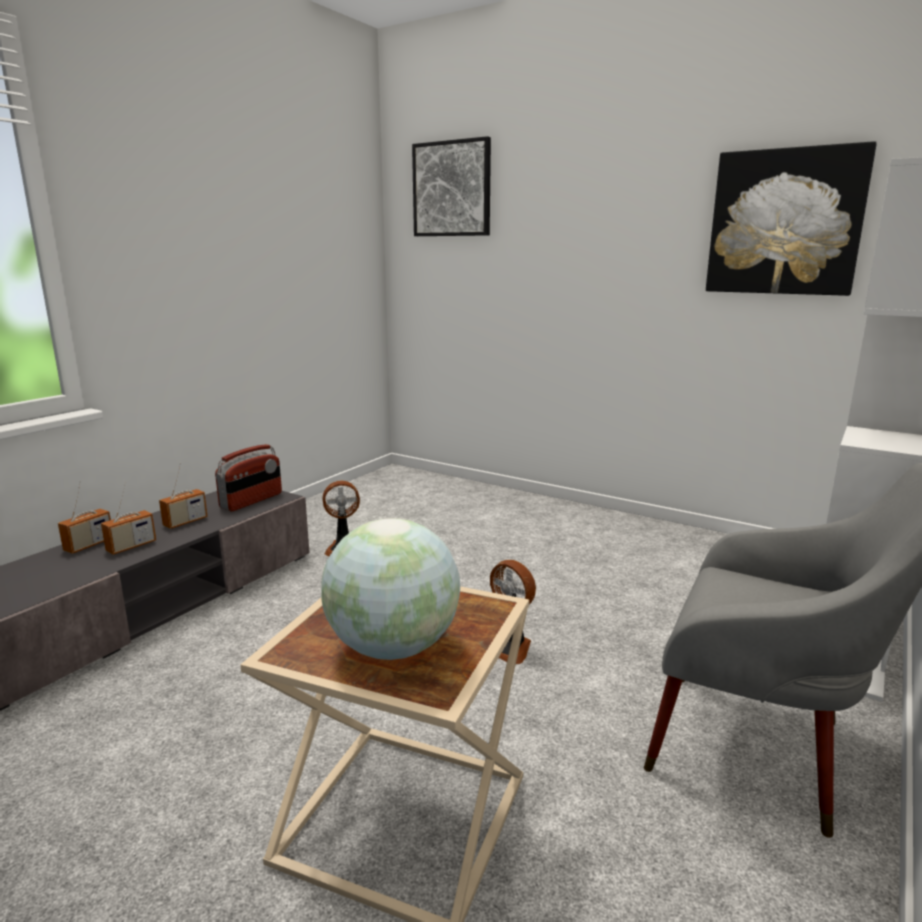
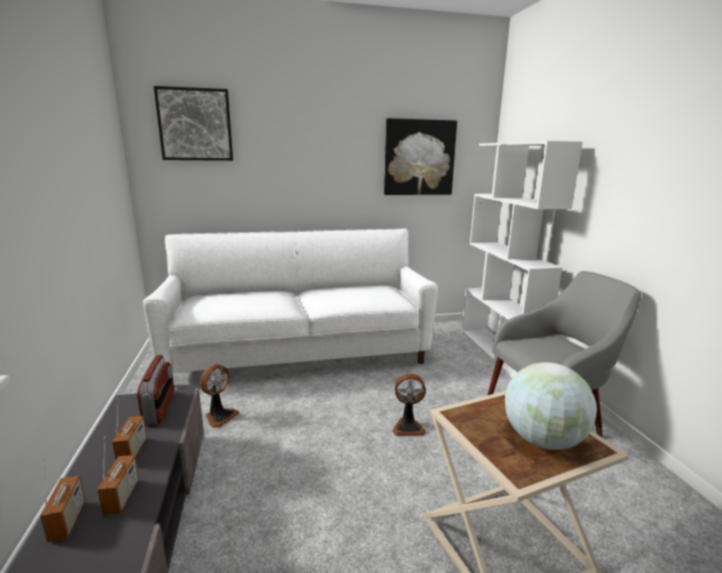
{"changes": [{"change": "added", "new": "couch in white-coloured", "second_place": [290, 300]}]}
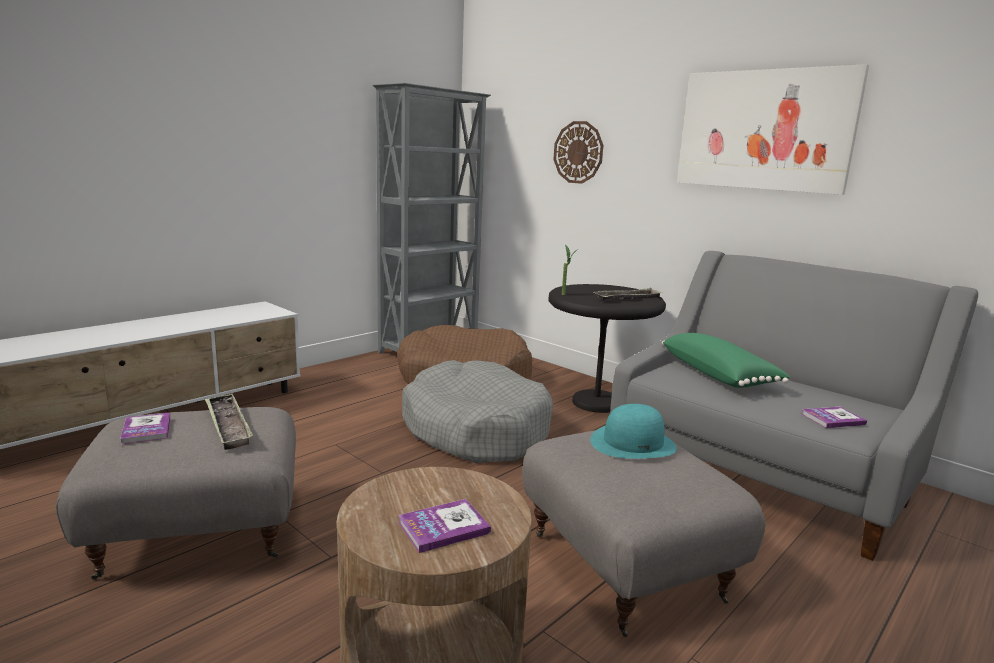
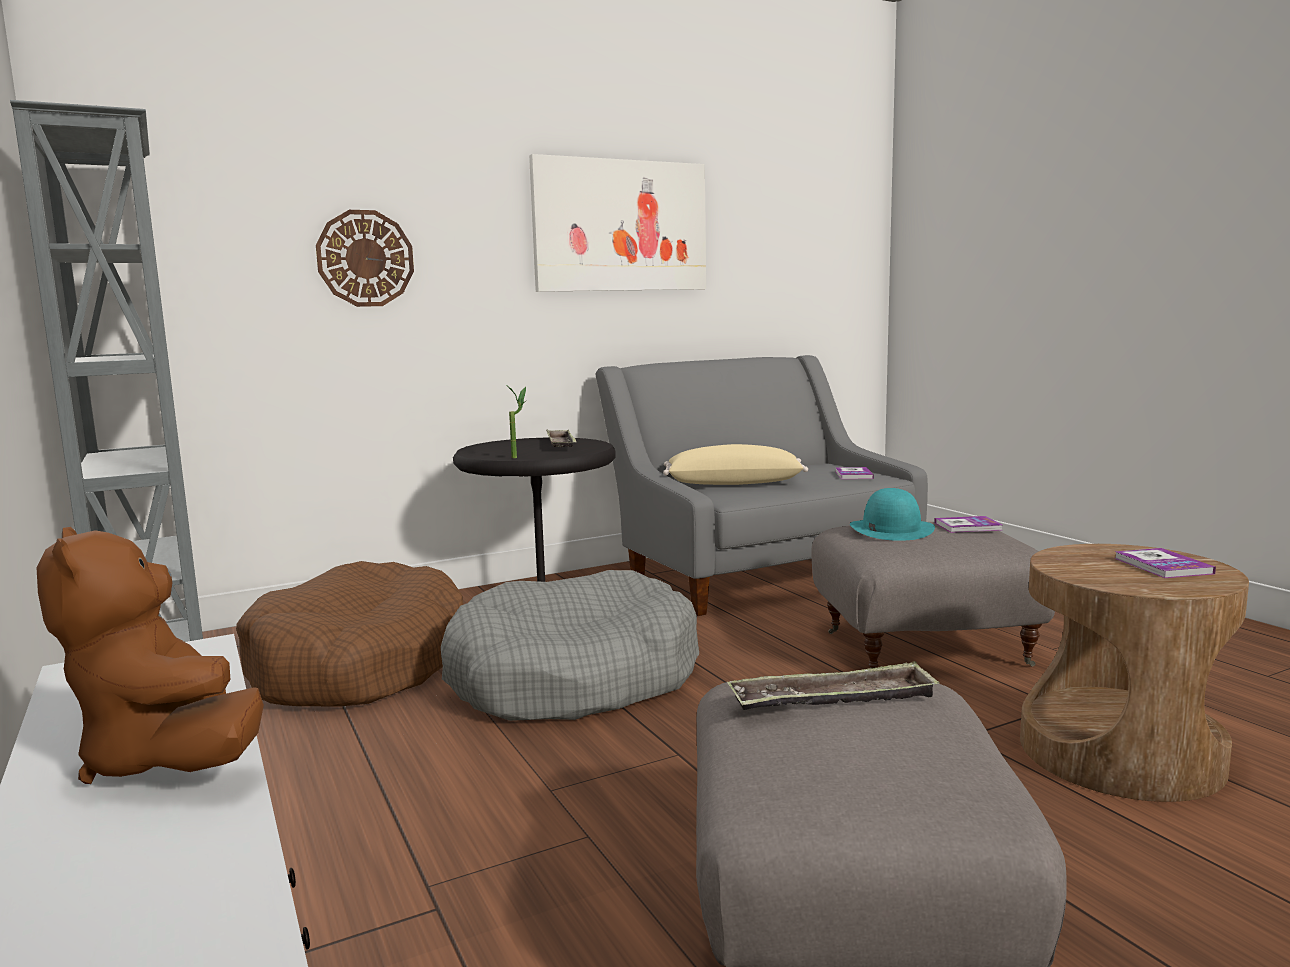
{"changes": [{"change": "recoloured", "old": "cushion in green-coloured", "new": "cushion in beige", "first_place": [726, 360], "second_place": [735, 464]}, {"change": "moved", "old": "book", "first_place": [145, 428], "second_place": [968, 524]}, {"change": "added", "new": "plush toy in brown", "second_place": [150, 655]}]}
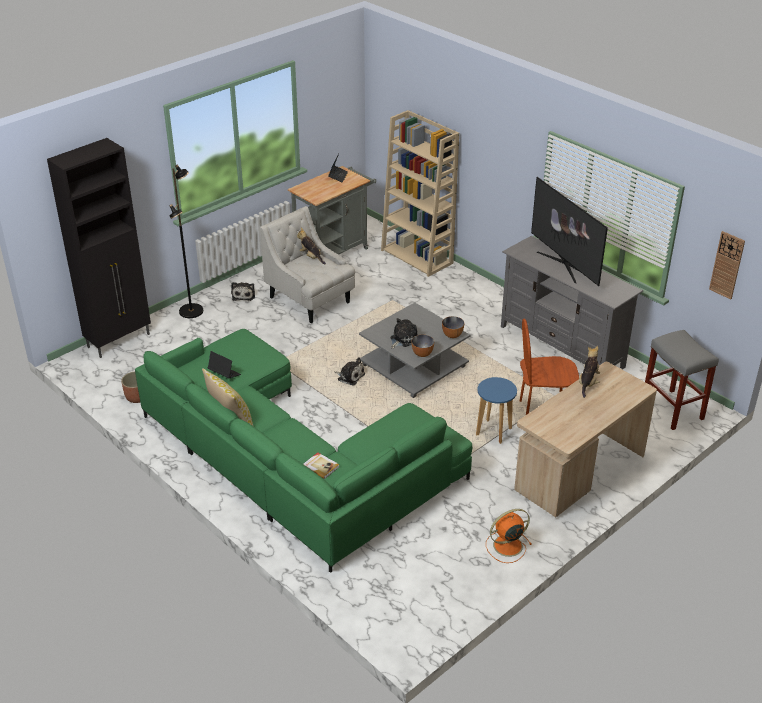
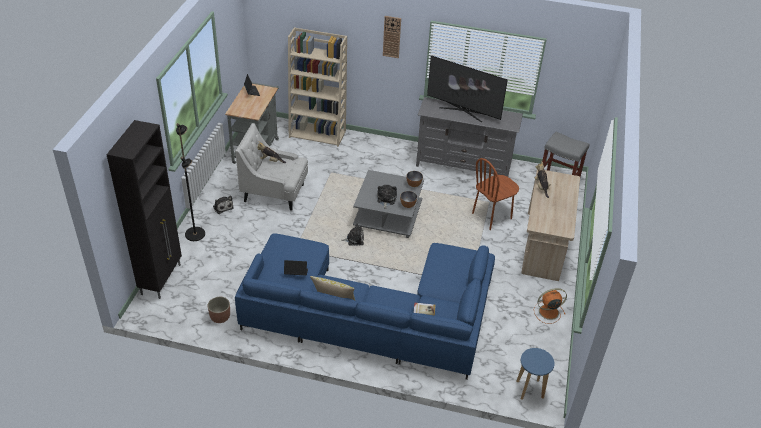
{"changes": [{"change": "moved", "old": "clock on the wall", "first_place": [727, 265], "second_place": [392, 37]}, {"change": "recoloured", "old": "couch in green-coloured", "new": "couch in blue-coloured", "first_place": [303, 451], "second_place": [365, 306]}, {"change": "moved", "old": "stool seat in blue-coloured", "first_place": [496, 410], "second_place": [535, 374]}, {"change": "turned", "old": "cooling fan in orange-coloured", "first_place": [509, 536], "second_place": [550, 306], "degrees": 45}]}
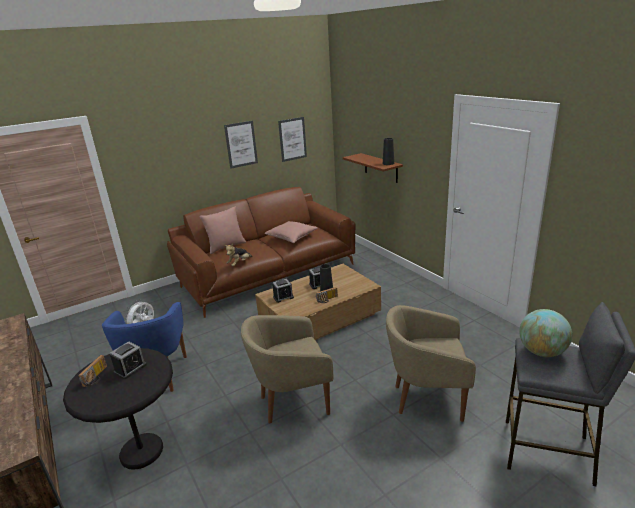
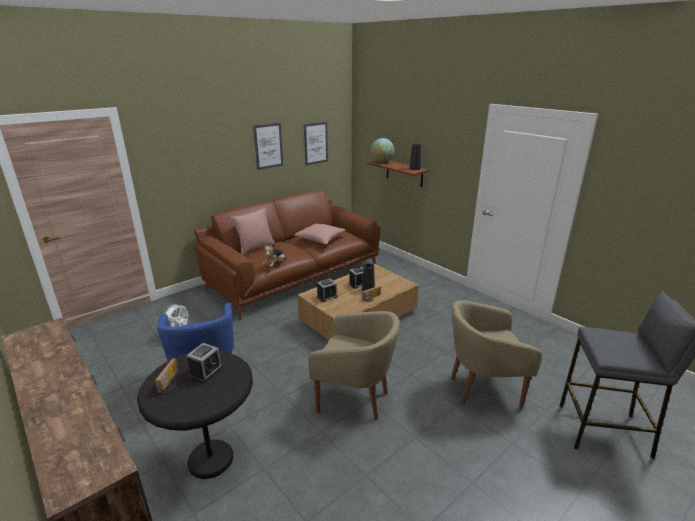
{"changes": [{"change": "moved", "old": "desk globe", "first_place": [545, 333], "second_place": [382, 150]}, {"change": "turned", "old": "easy chair in beige", "first_place": [287, 369], "second_place": [354, 365], "degrees": -135}]}
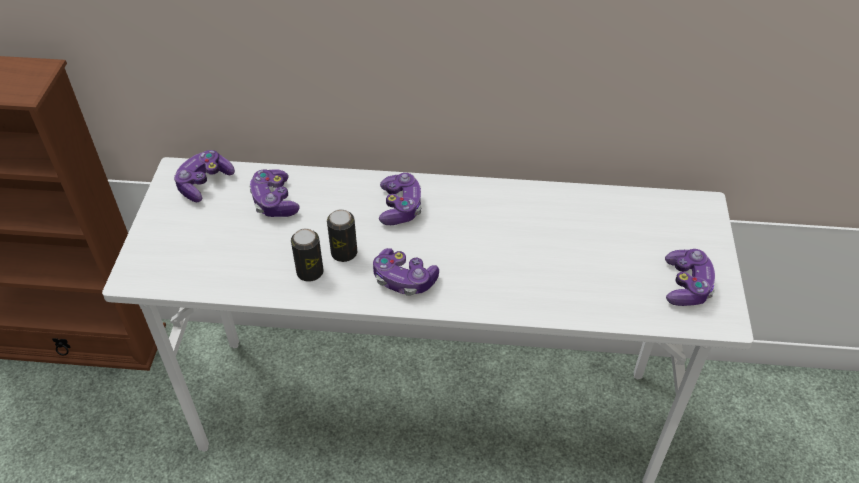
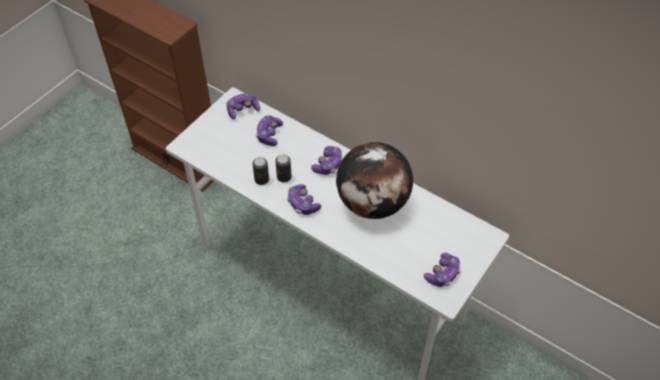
{"changes": [{"change": "added", "new": "desk globe", "second_place": [374, 180]}]}
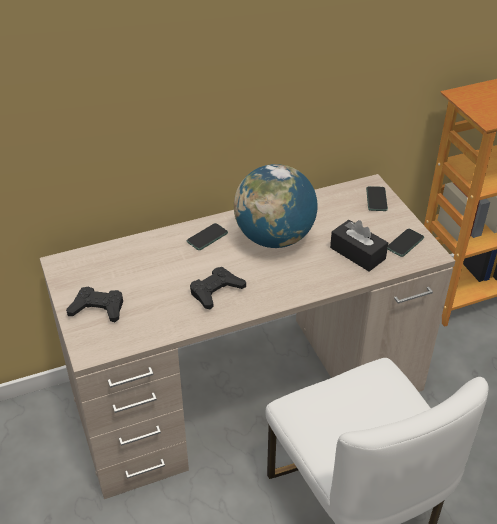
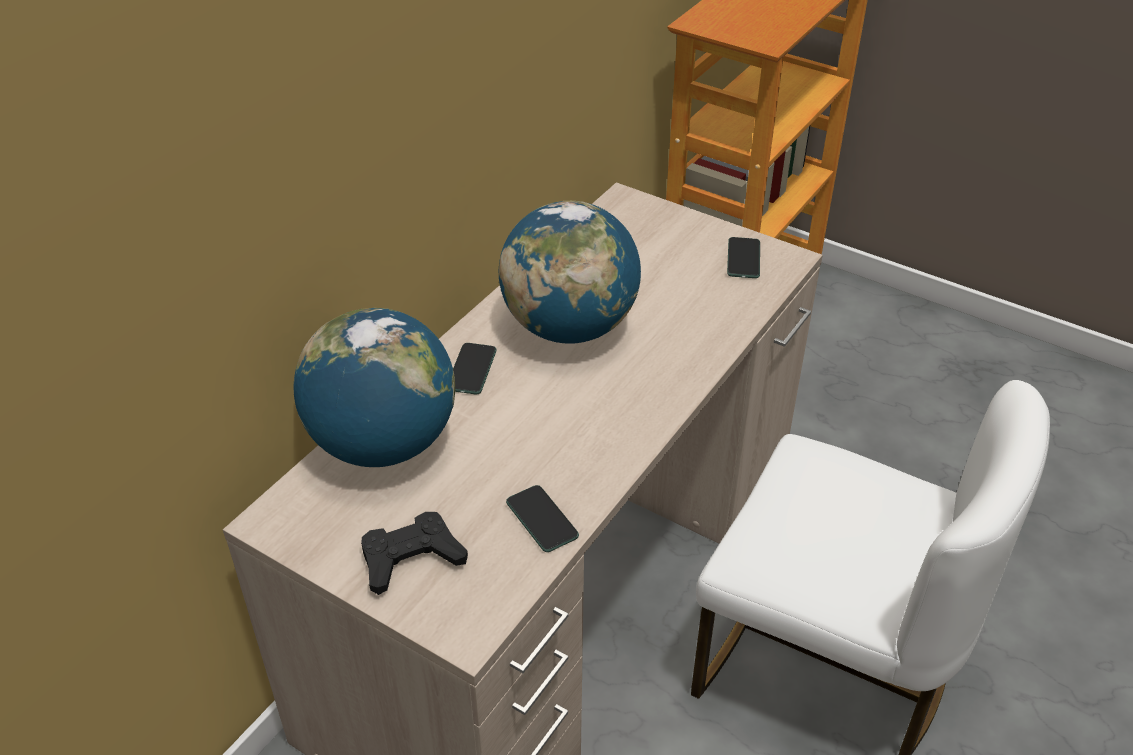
{"changes": [{"change": "moved", "old": "telephone", "first_place": [377, 198], "second_place": [542, 518]}, {"change": "removed", "old": "tissue holder in blackish", "first_place": [359, 246]}, {"change": "removed", "old": "joypad in blackish", "first_place": [218, 288]}, {"change": "added", "new": "desk globe", "second_place": [374, 387]}]}
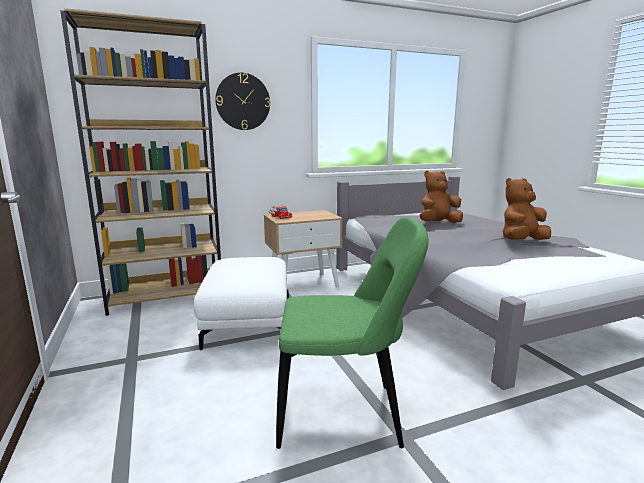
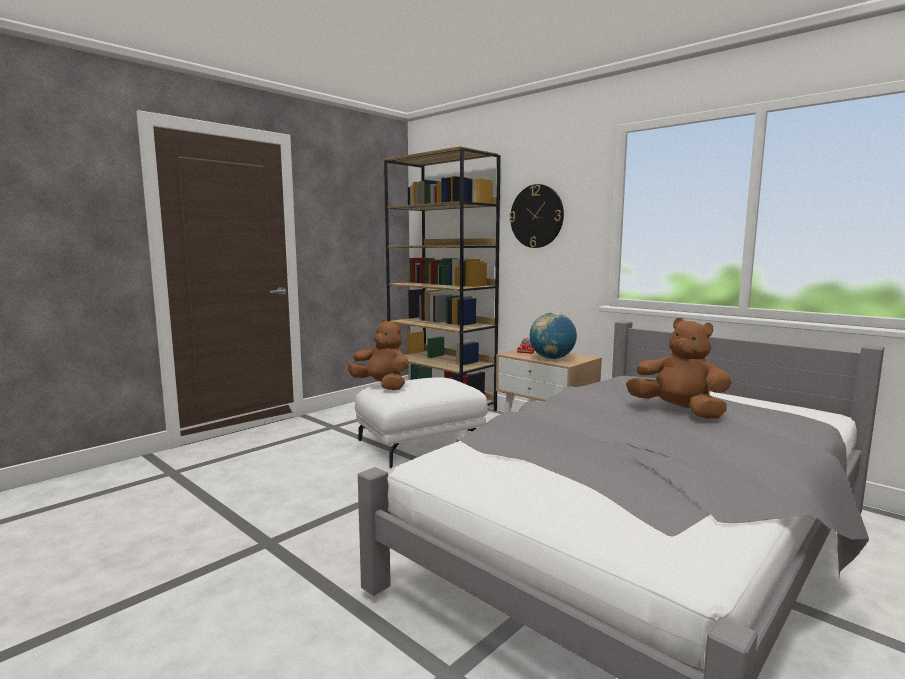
{"changes": [{"change": "moved", "old": "plush toy in brown", "first_place": [527, 209], "second_place": [378, 354]}, {"change": "removed", "old": "plain chair in green-coloured", "first_place": [352, 333]}, {"change": "added", "new": "desk globe", "second_place": [553, 335]}]}
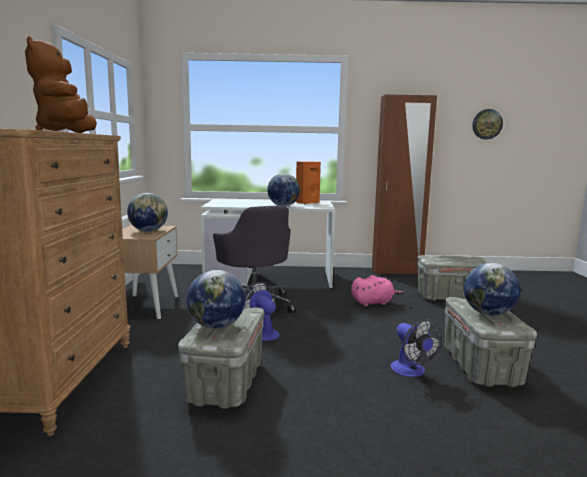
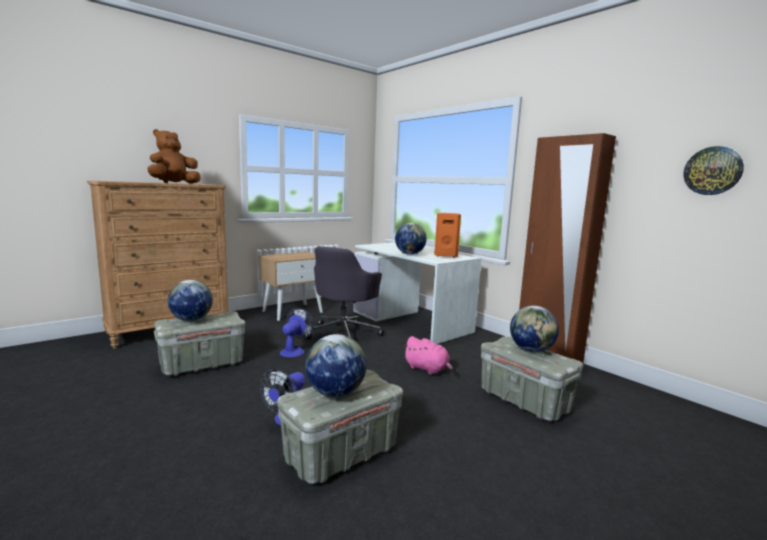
{"changes": [{"change": "moved", "old": "desk globe", "first_place": [147, 212], "second_place": [534, 329]}]}
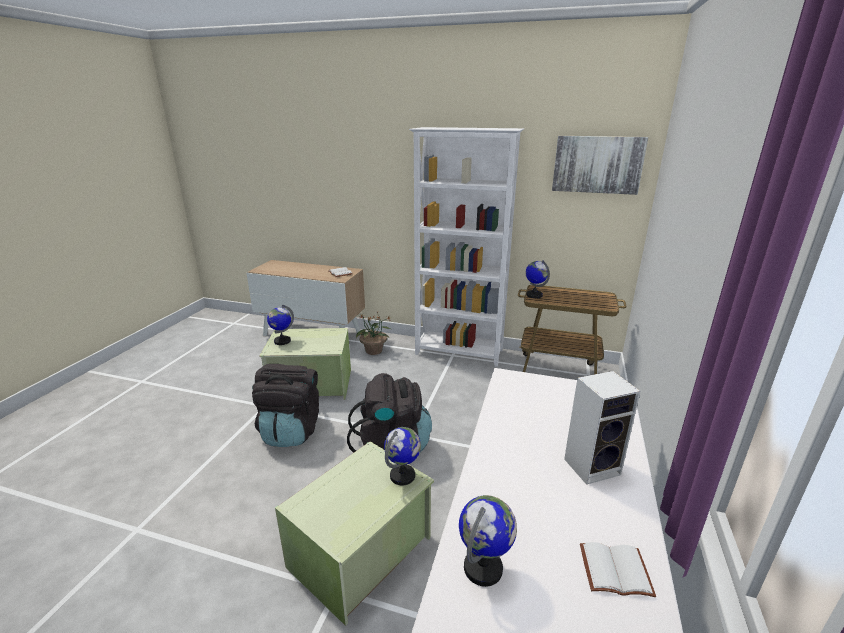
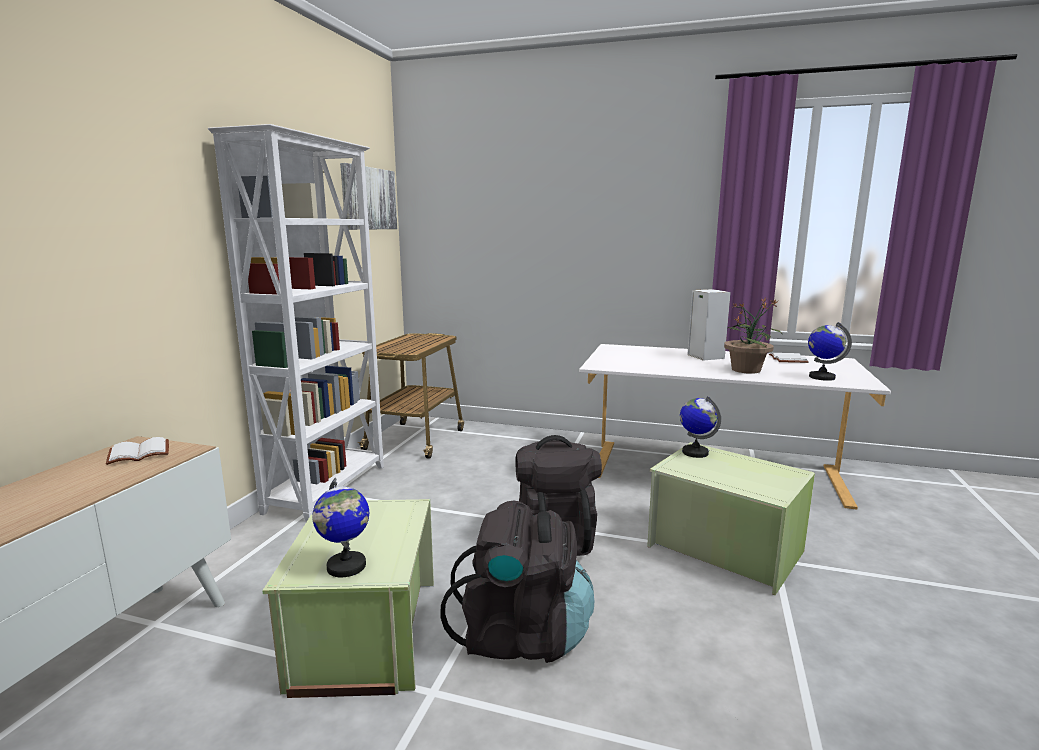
{"changes": [{"change": "removed", "old": "desk globe", "first_place": [537, 279]}, {"change": "moved", "old": "plant in a pot", "first_place": [374, 333], "second_place": [753, 335]}]}
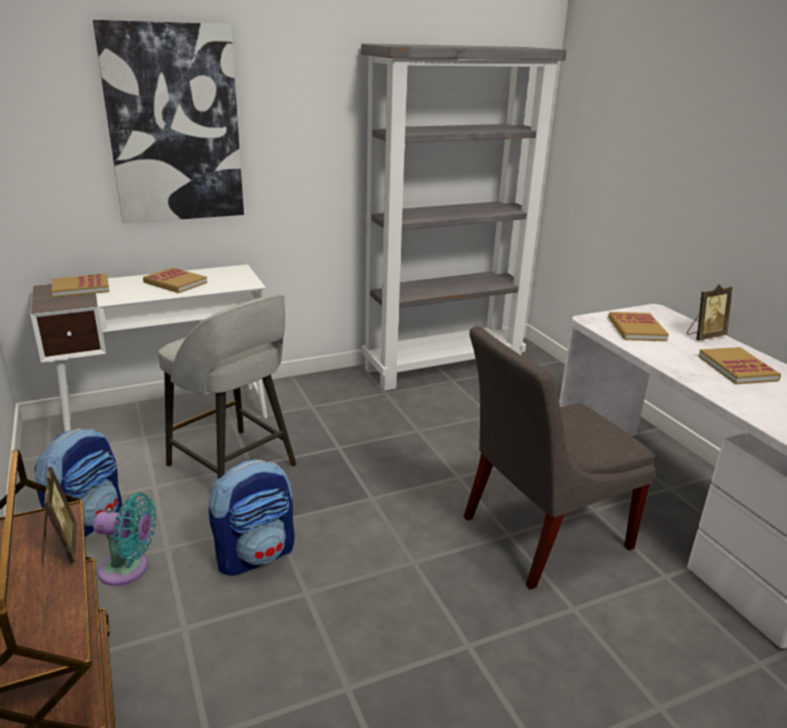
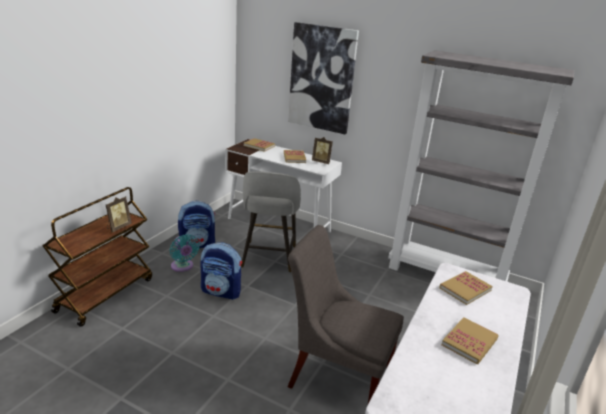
{"changes": [{"change": "moved", "old": "standing frame", "first_place": [710, 312], "second_place": [322, 150]}]}
